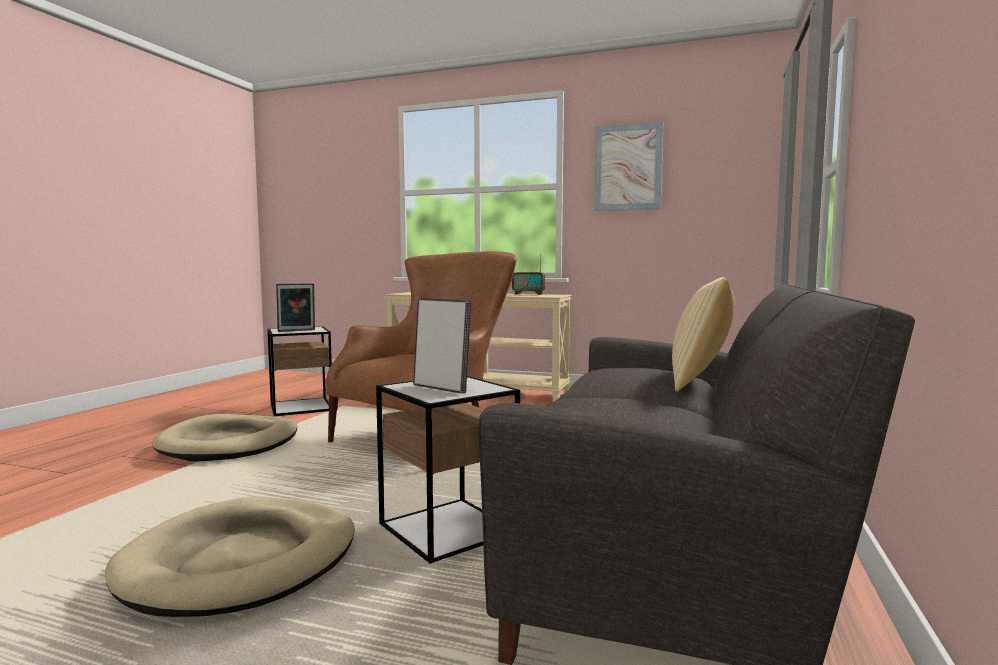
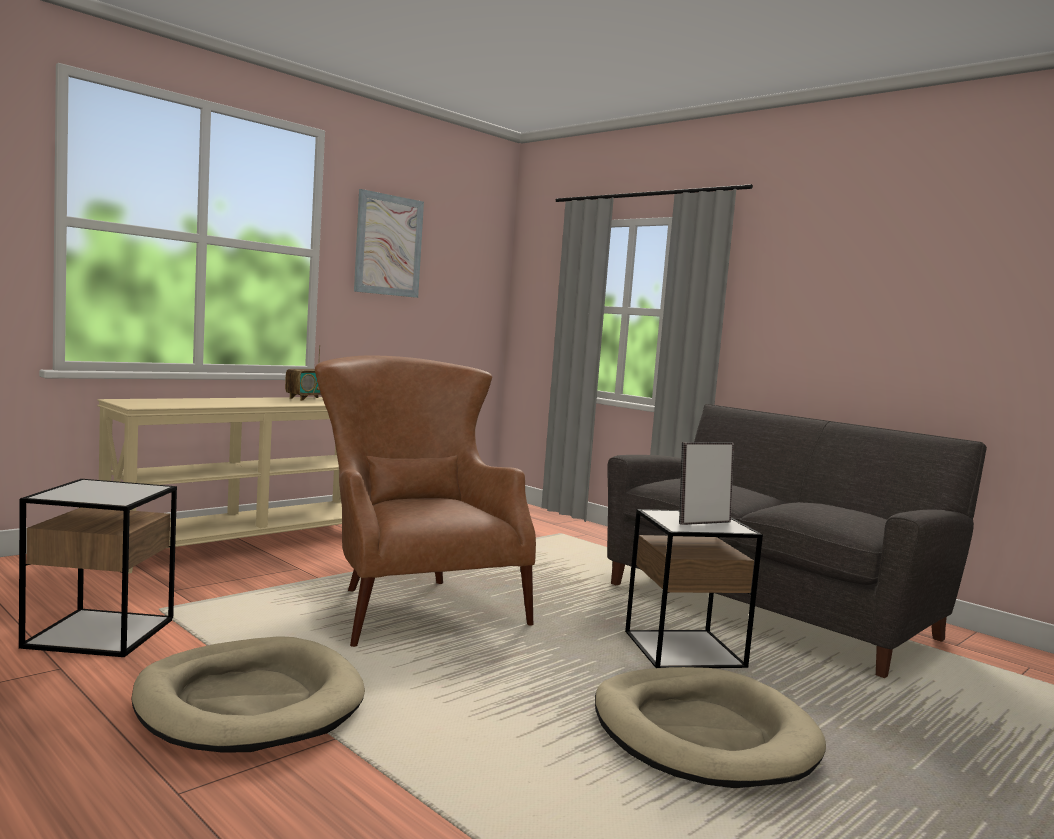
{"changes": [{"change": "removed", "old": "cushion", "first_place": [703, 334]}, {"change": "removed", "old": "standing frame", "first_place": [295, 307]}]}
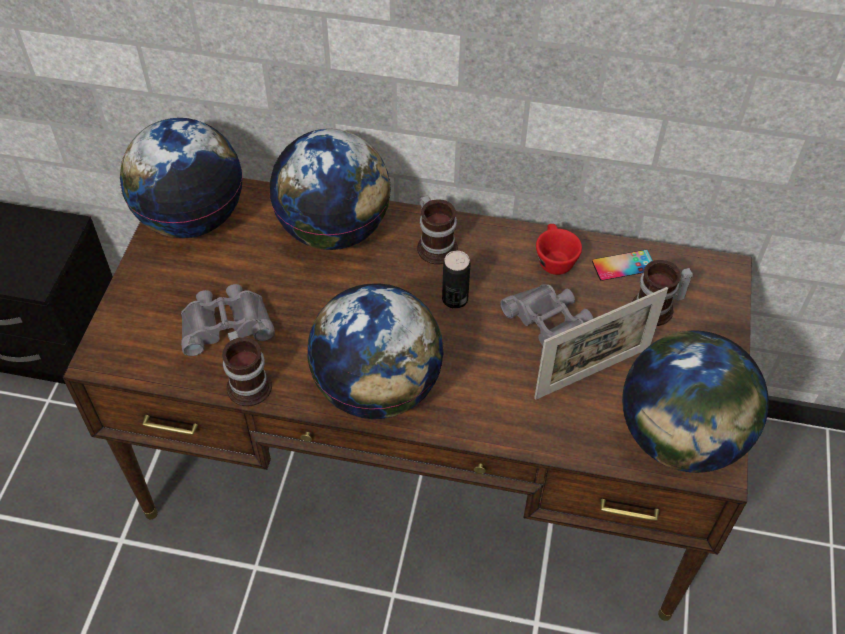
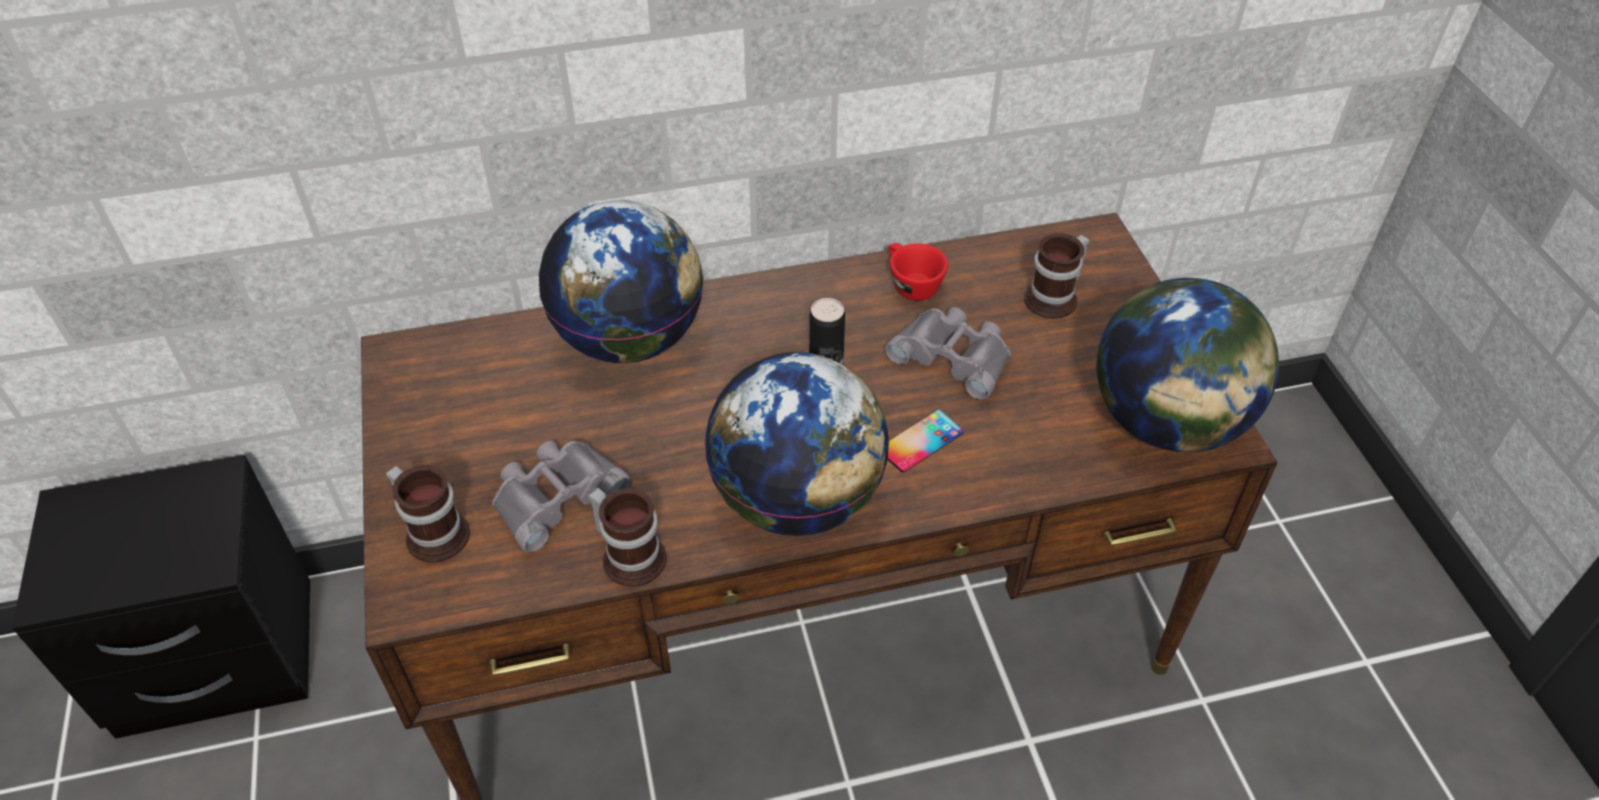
{"changes": [{"change": "removed", "old": "desk globe", "first_place": [181, 178]}, {"change": "moved", "old": "mug", "first_place": [437, 230], "second_place": [428, 513]}, {"change": "moved", "old": "telephone", "first_place": [622, 265], "second_place": [925, 440]}, {"change": "removed", "old": "standing frame", "first_place": [601, 343]}]}
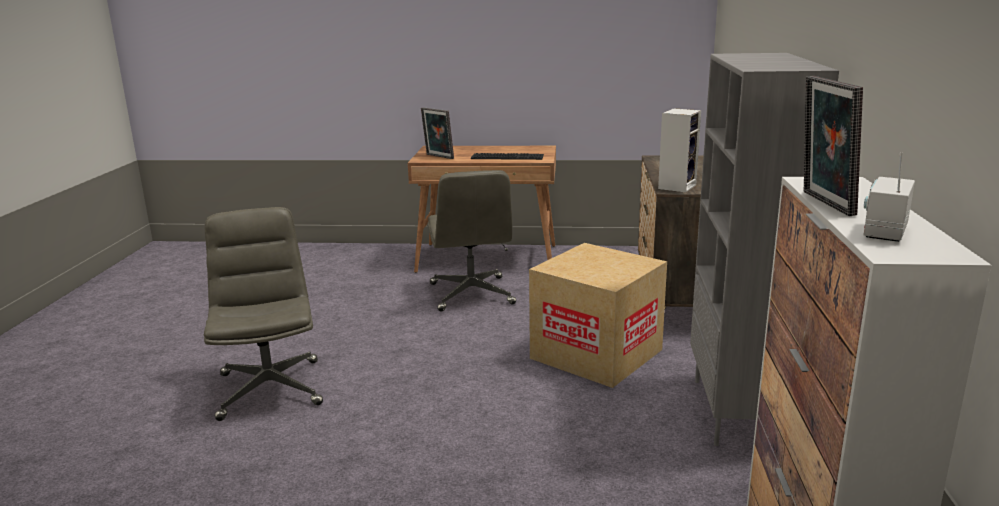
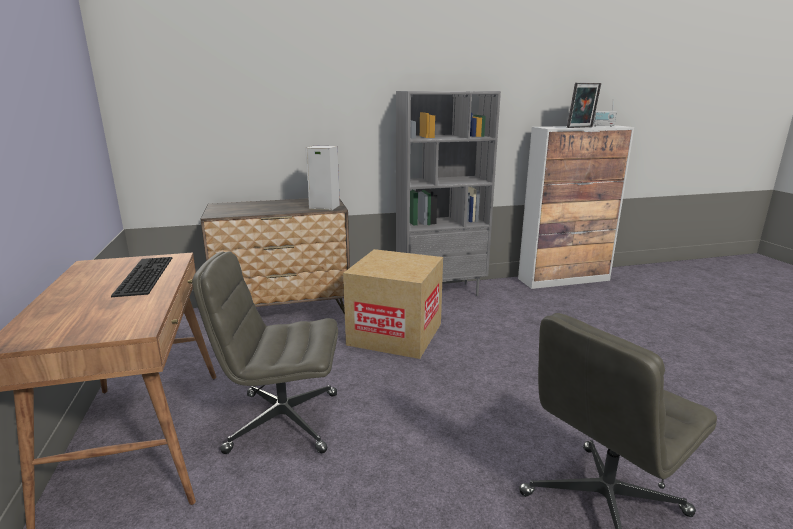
{"changes": [{"change": "removed", "old": "standing frame", "first_place": [437, 133]}, {"change": "turned", "old": "office chair in grey", "first_place": [472, 241], "second_place": [265, 352], "degrees": -150}]}
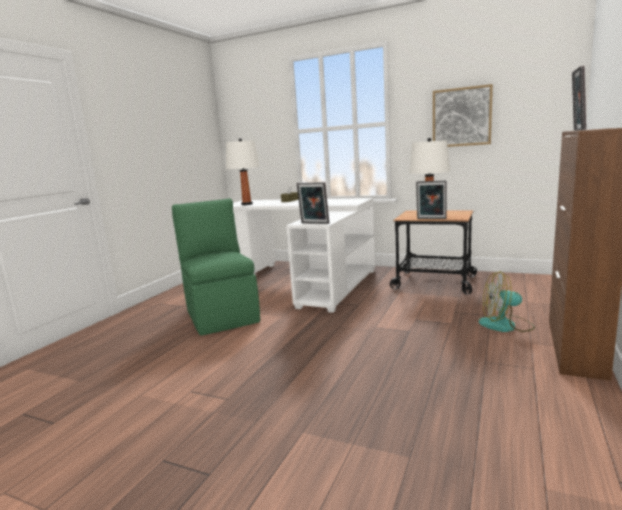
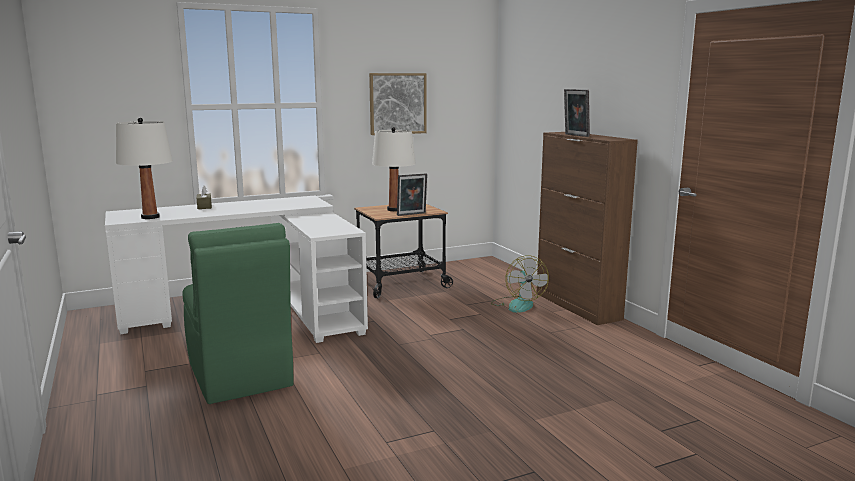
{"changes": [{"change": "removed", "old": "standing frame", "first_place": [312, 203]}, {"change": "turned", "old": "plain chair in green-coloured", "first_place": [216, 267], "second_place": [238, 313], "degrees": -135}, {"change": "turned", "old": "cooling fan", "first_place": [506, 301], "second_place": [520, 284], "degrees": -60}]}
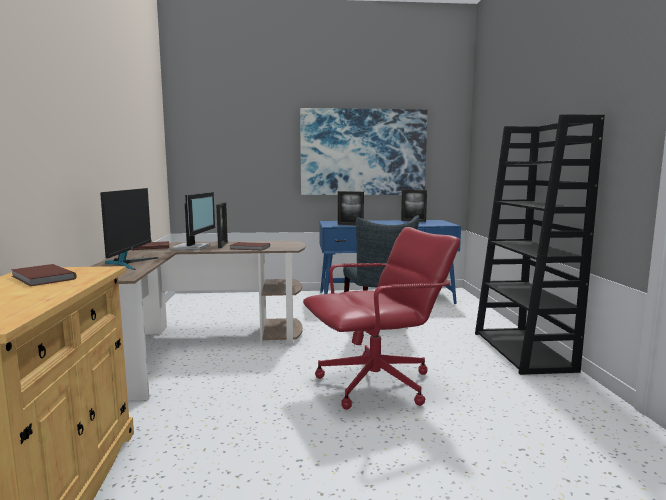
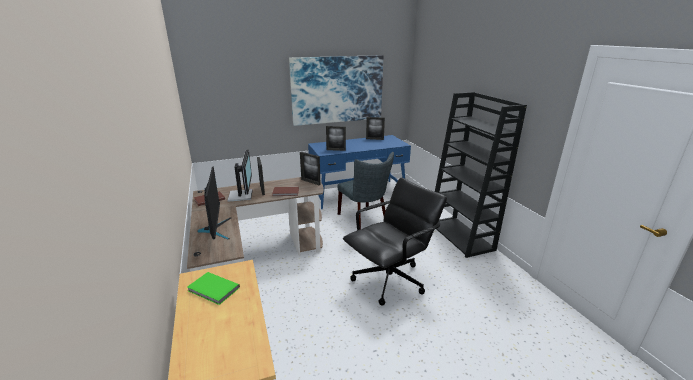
{"changes": [{"change": "recoloured", "old": "office chair in red", "new": "office chair in blackish", "first_place": [381, 318], "second_place": [395, 241]}, {"change": "recoloured", "old": "book in brown", "new": "book in green-coloured", "first_place": [44, 275], "second_place": [213, 288]}, {"change": "added", "new": "standing frame", "second_place": [310, 168]}]}
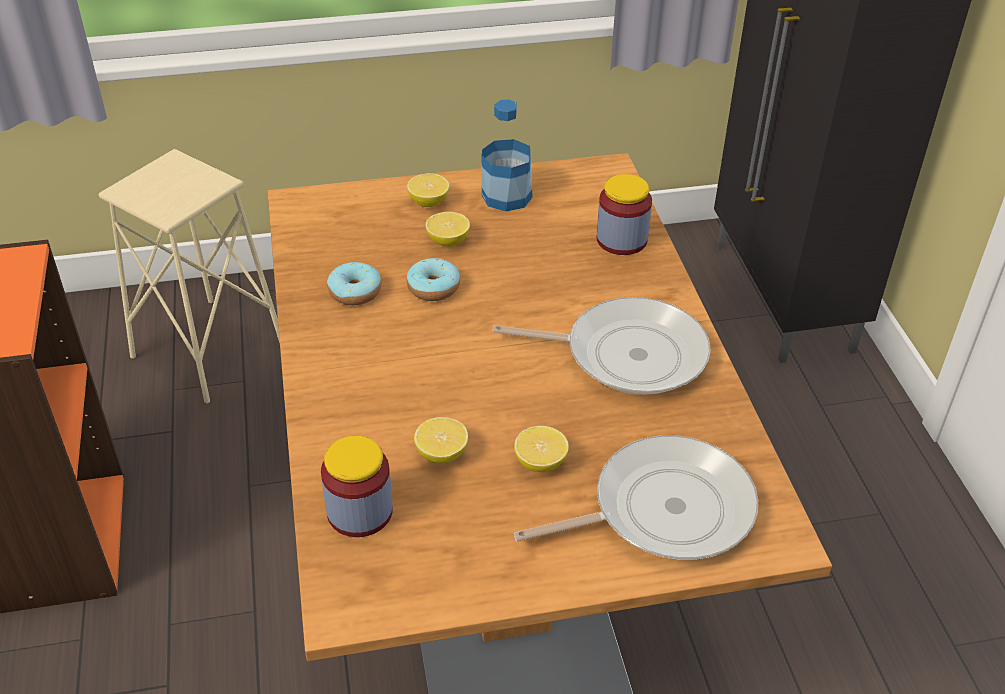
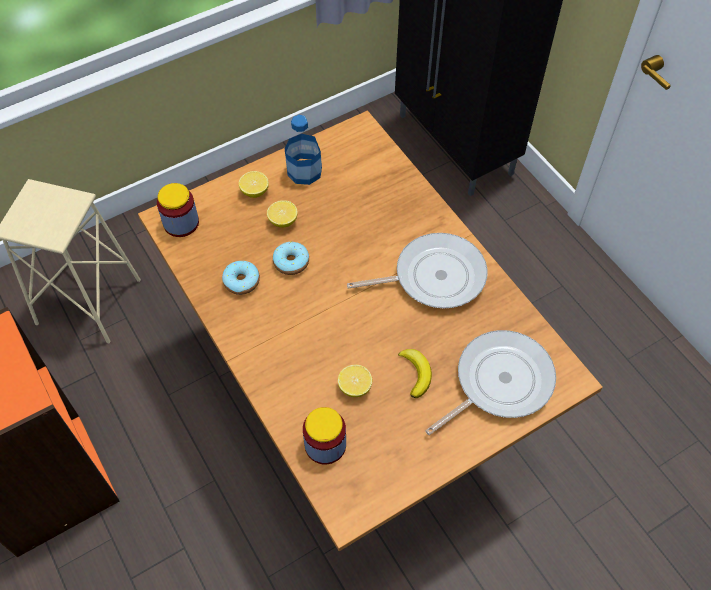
{"changes": [{"change": "moved", "old": "storage jar", "first_place": [624, 214], "second_place": [178, 210]}, {"change": "replaced", "old": "lemon", "new": "whole banana", "first_place": [541, 449], "second_place": [415, 373]}]}
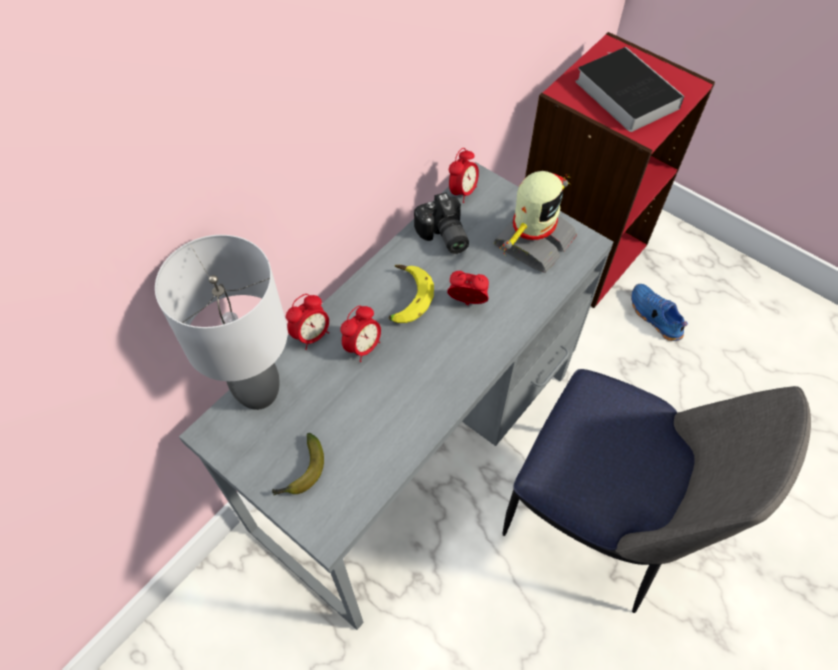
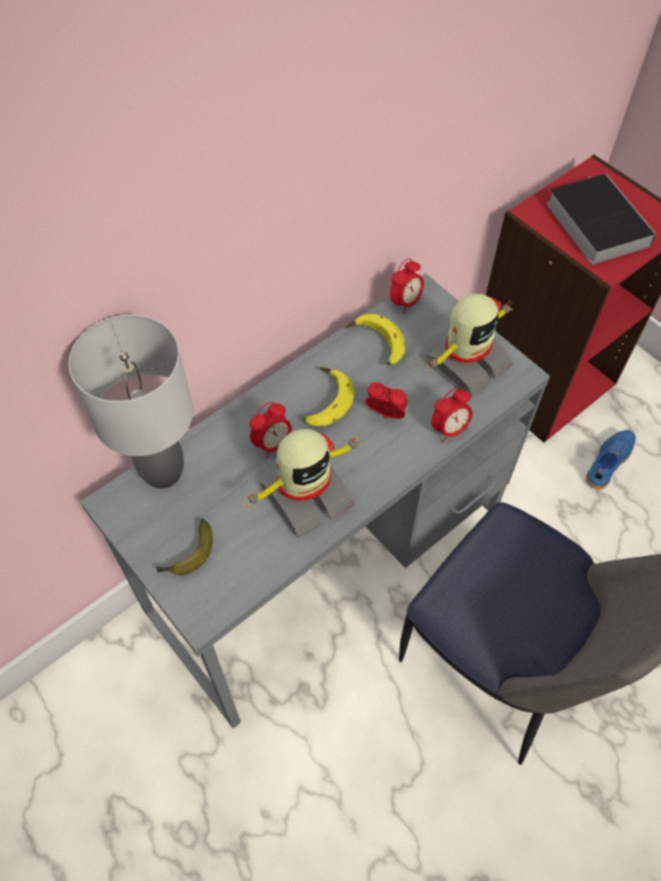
{"changes": [{"change": "replaced", "old": "photo camera", "new": "whole banana", "first_place": [441, 223], "second_place": [375, 339]}, {"change": "turned", "old": "low shoe in blue-coloured", "first_place": [659, 312], "second_place": [611, 460], "degrees": 60}, {"change": "moved", "old": "table clock", "first_place": [307, 322], "second_place": [451, 415]}, {"change": "added", "new": "robot figure", "second_place": [302, 483]}]}
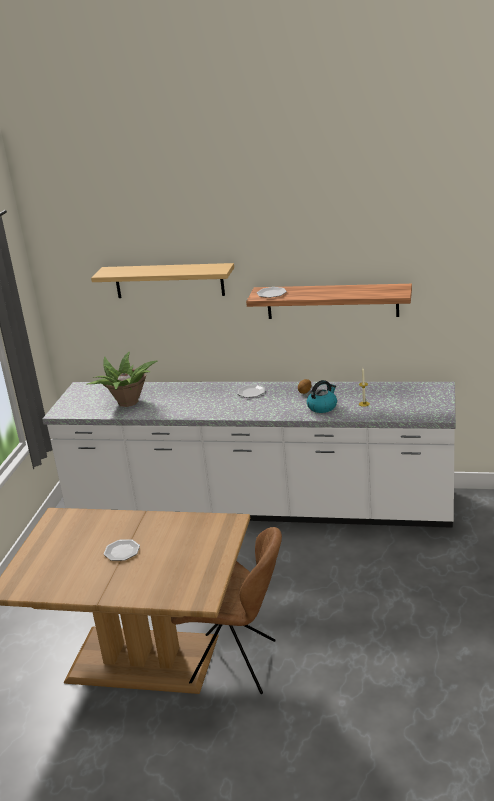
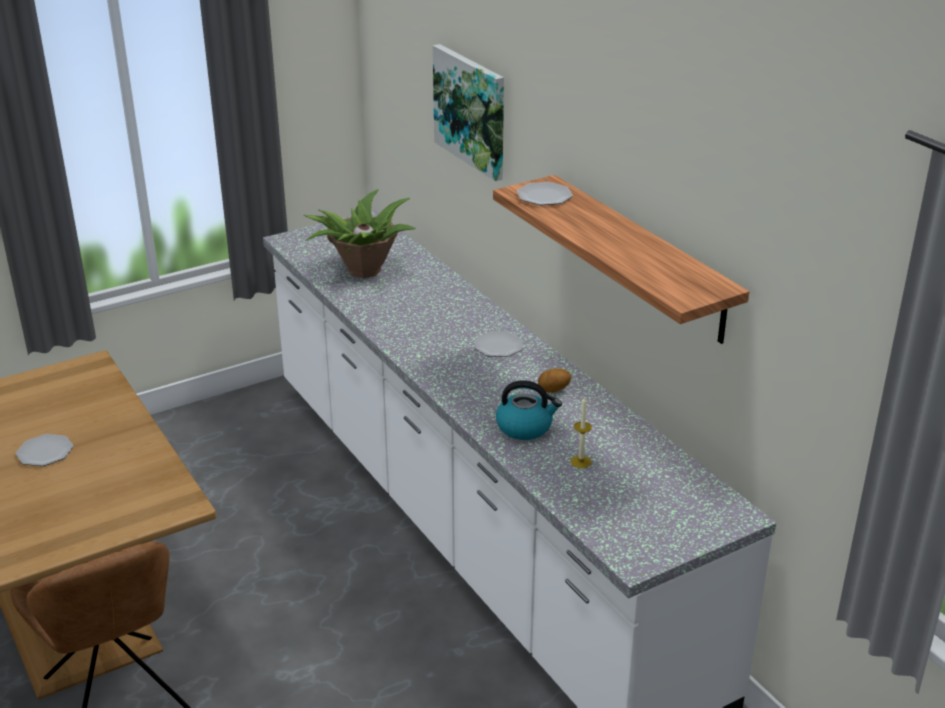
{"changes": [{"change": "replaced", "old": "bracket shelf", "new": "picture", "first_place": [162, 280], "second_place": [468, 112]}]}
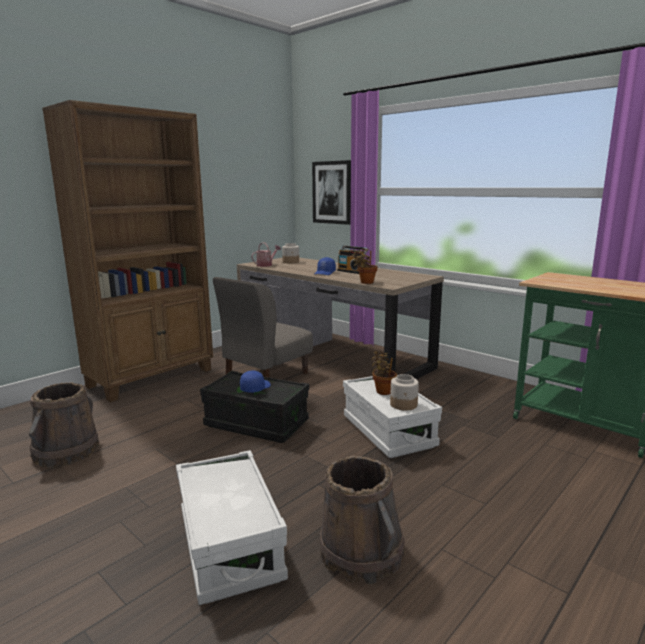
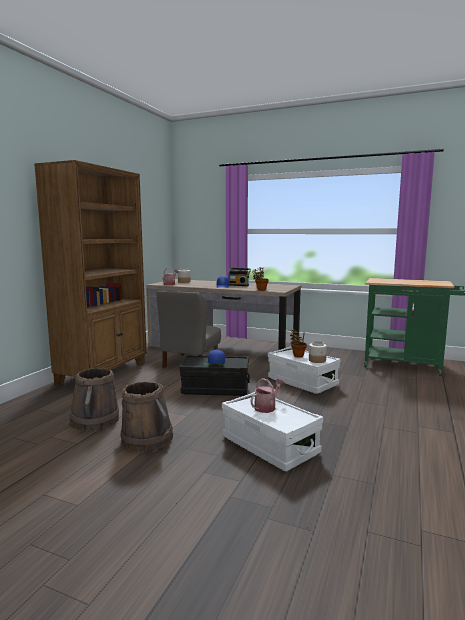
{"changes": [{"change": "removed", "old": "picture", "first_place": [331, 192]}, {"change": "moved", "old": "bucket in brown", "first_place": [362, 520], "second_place": [146, 417]}, {"change": "added", "new": "sprinkling can", "second_place": [267, 395]}]}
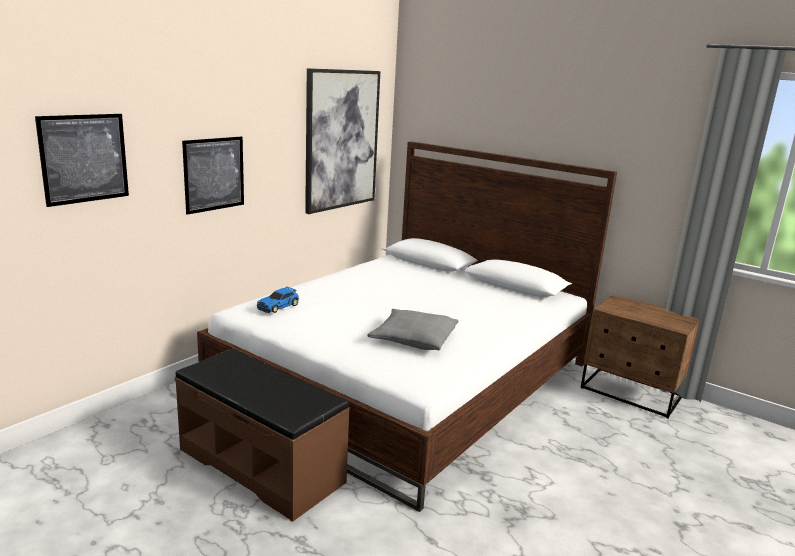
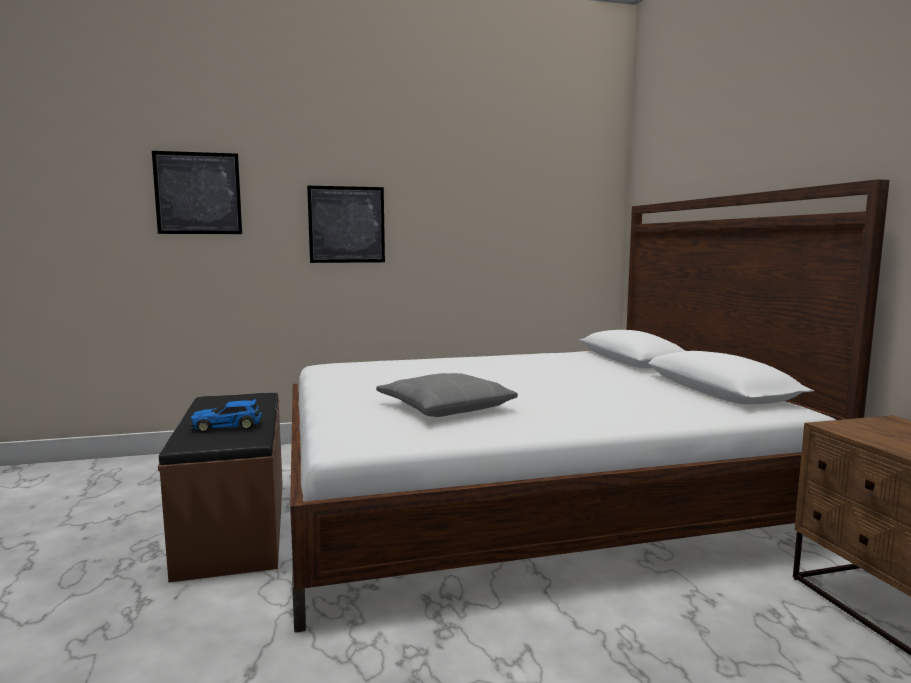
{"changes": [{"change": "removed", "old": "picture", "first_place": [342, 141]}, {"change": "moved", "old": "miniature car", "first_place": [278, 300], "second_place": [225, 415]}]}
